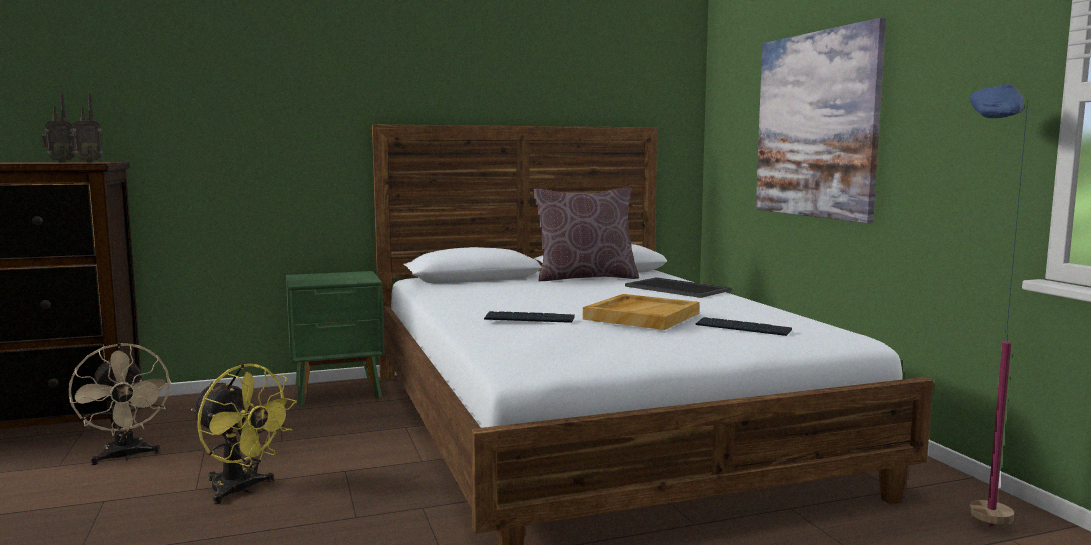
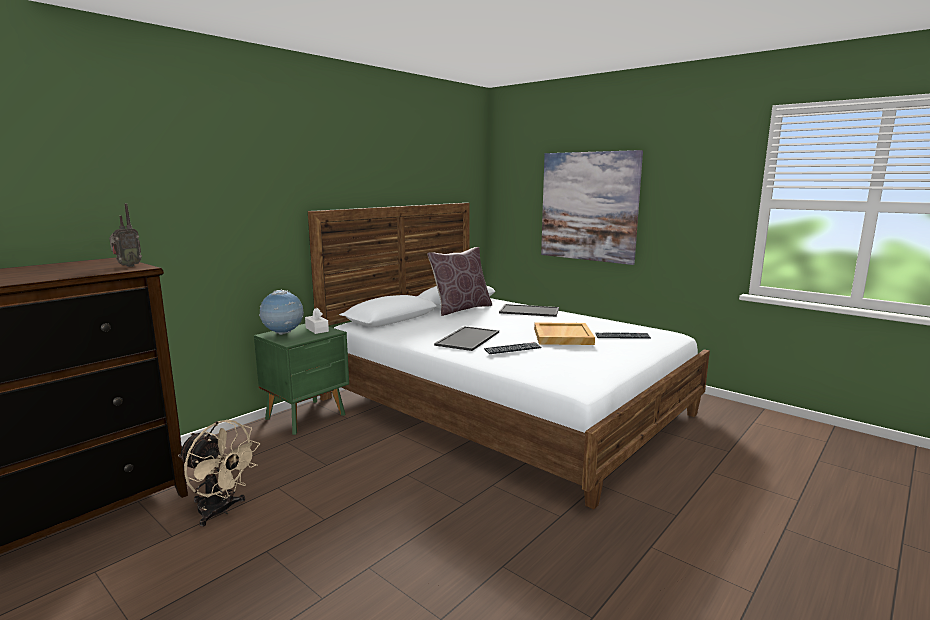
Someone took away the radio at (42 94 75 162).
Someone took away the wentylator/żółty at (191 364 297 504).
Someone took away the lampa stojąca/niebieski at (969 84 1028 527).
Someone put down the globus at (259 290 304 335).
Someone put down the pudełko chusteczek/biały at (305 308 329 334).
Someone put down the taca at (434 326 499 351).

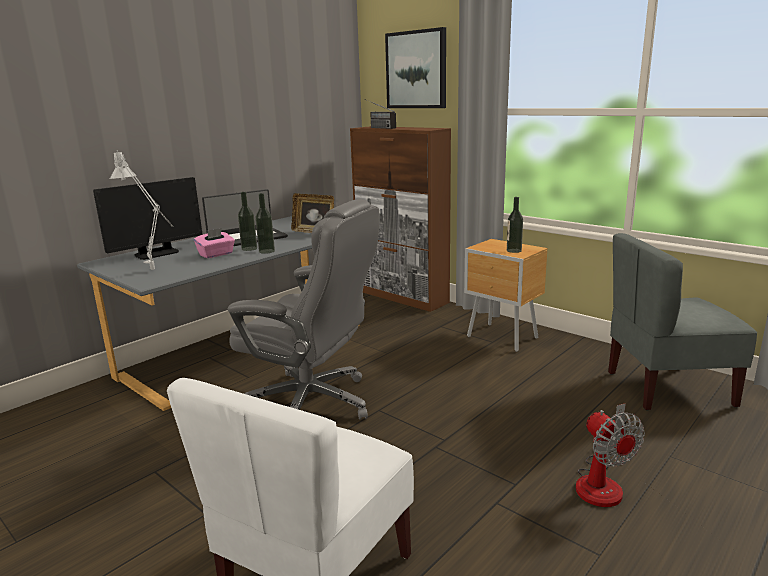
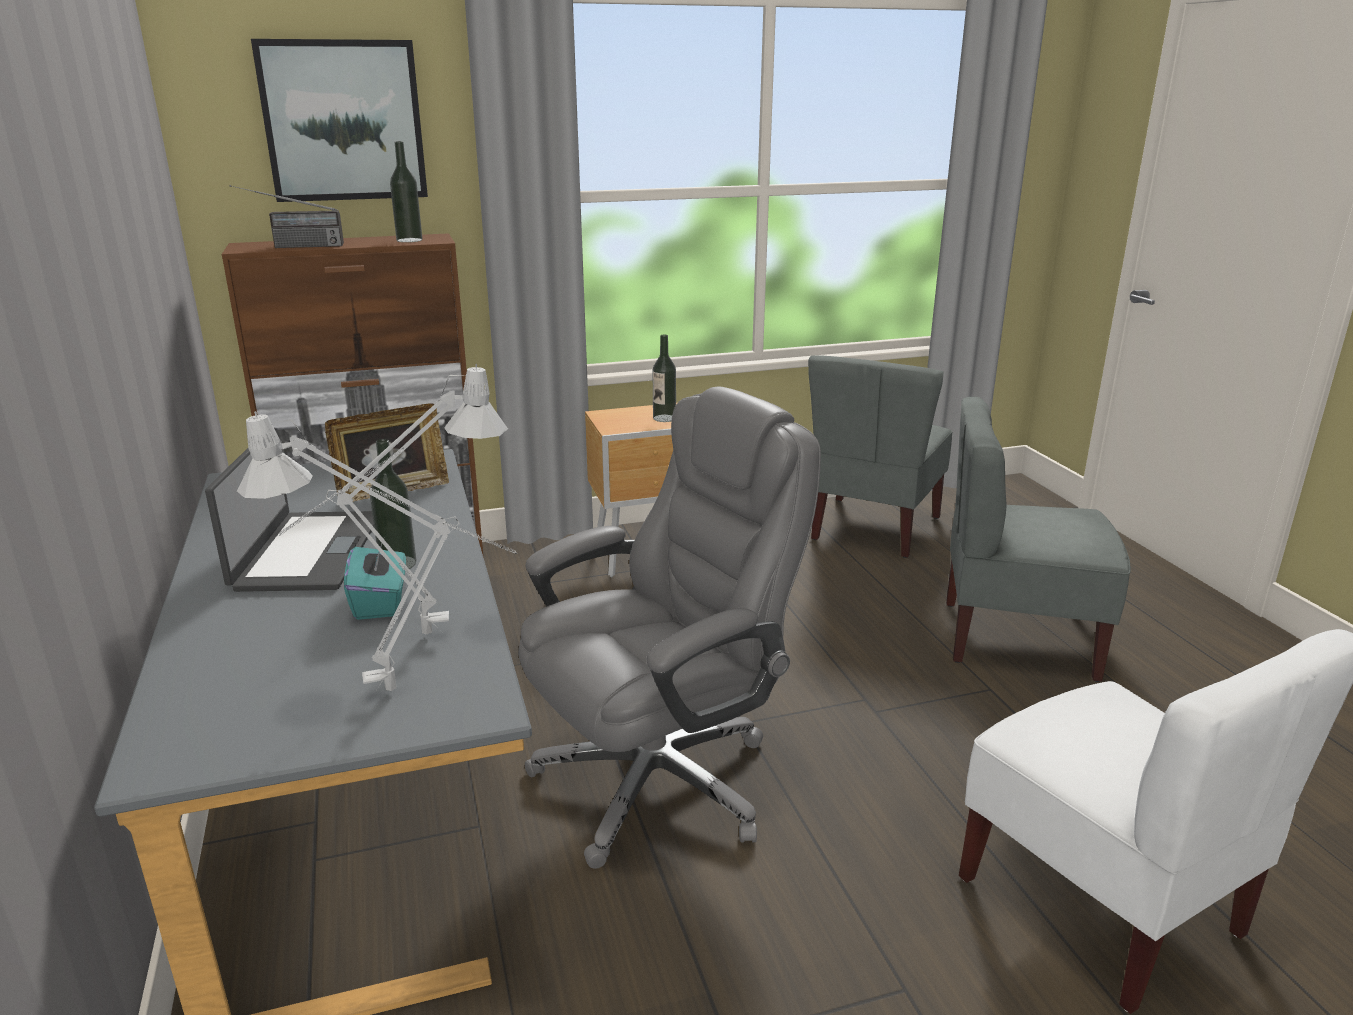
Someone took away the monitor at (93 177 202 260).
Someone repainted the pudełko chusteczek/różowy at (194 228 235 258), which became the pudełko chusteczek/turkusowy at (344 536 406 620).
Someone carried the butelka from (255 193 275 254) to (390 141 422 242).
Someone swapped the wentylator at (576 404 645 507) for the krzesło/szary at (946 397 1131 682).
Someone put down the lampa stołowa/szary at (279 364 508 634).

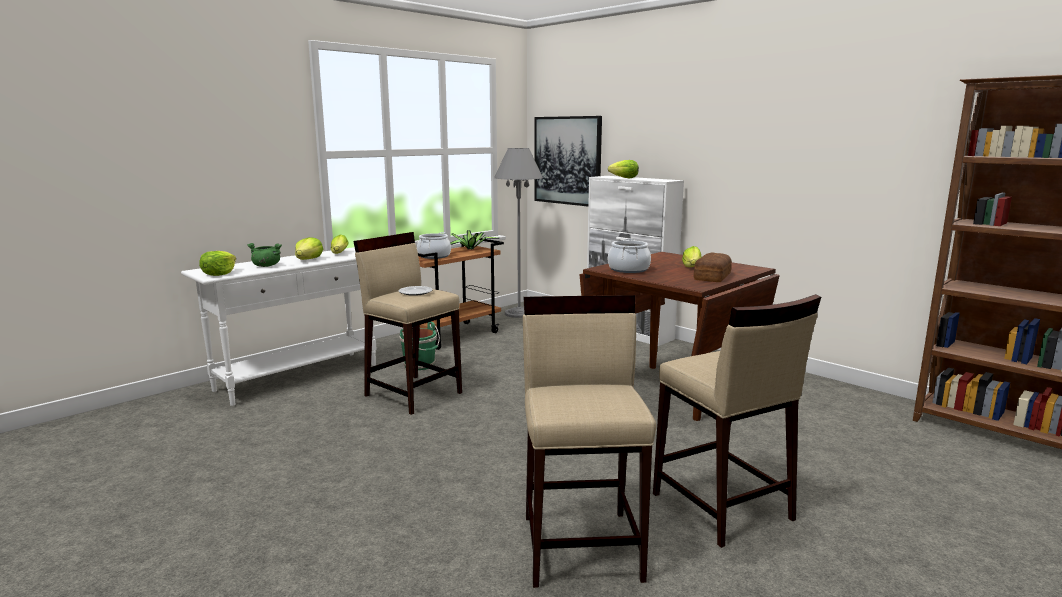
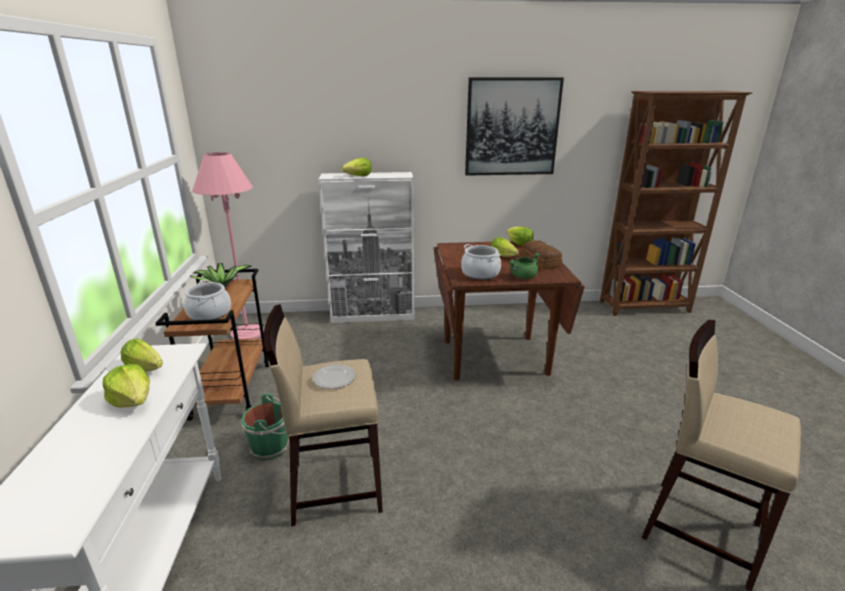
Someone carried the sałata from (199 251 236 276) to (506 227 534 246).
Someone carried the garnek/zielony from (247 243 282 267) to (508 253 540 279).
Someone repainted the lampa stojąca/szary at (494 148 543 318), which became the lampa stojąca/różowy at (192 152 264 340).
Someone carried the obraz from (534 116 602 206) to (465 77 564 176).
Someone took away the stołek/beżowy at (653 294 821 548).

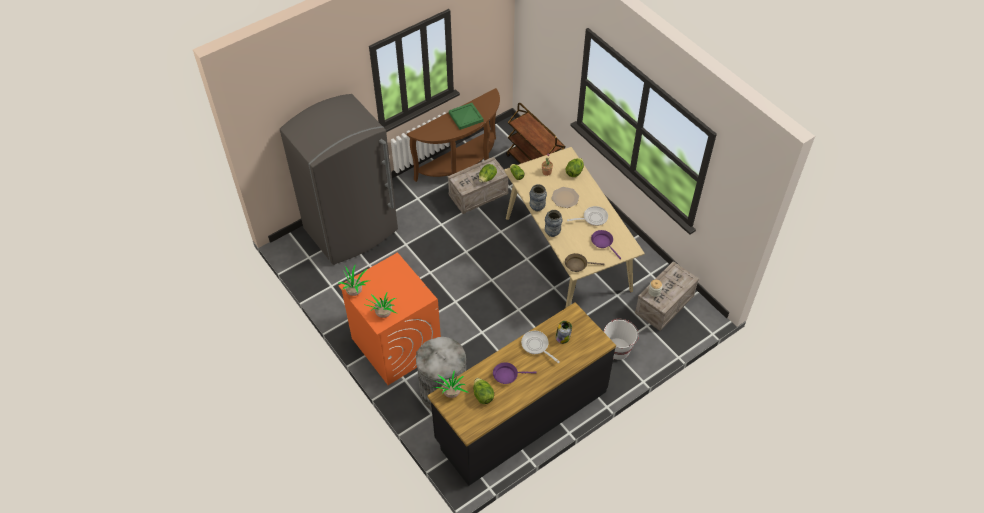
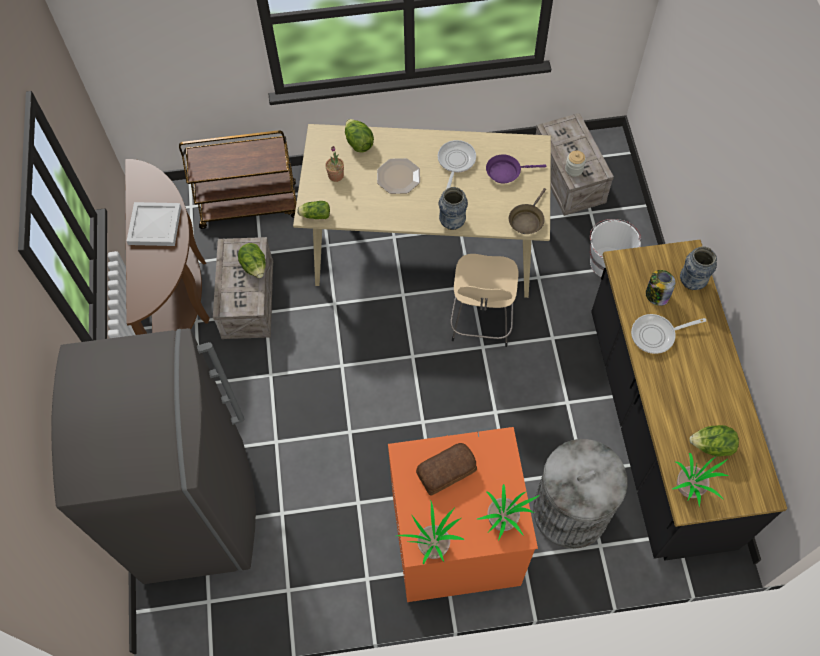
Someone repainted the taca/zielony at (449 103 484 130), which became the taca/biały at (127 202 181 246).
Someone took away the patelnia/fioletowy at (493 362 537 384).
Someone carried the wazon from (529 184 547 211) to (680 246 717 290).
Someone put down the chleb at (416 443 477 496).
Someone put down the stołek/beżowy at (450 254 518 347).

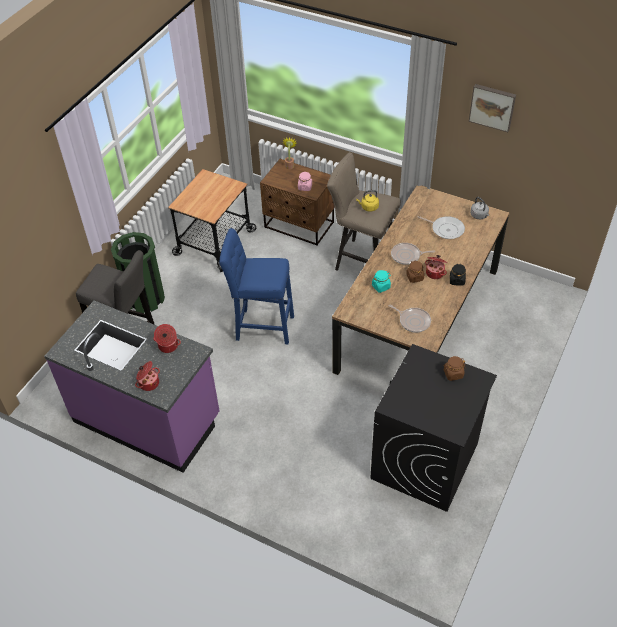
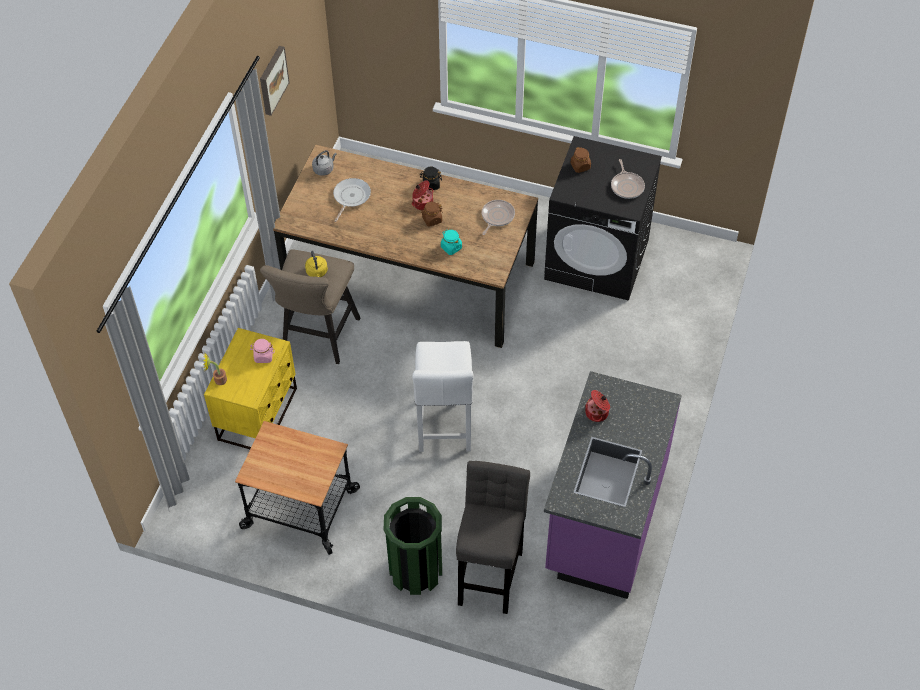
Someone took away the garnek at (135 361 160 391).
Someone repainted the stołek/niebieski at (219 228 294 344), which became the stołek/biały at (412 341 474 452).
Someone repainted the szafka nocna/brązowy at (260 159 335 246), which became the szafka nocna/żółty at (204 328 297 449).
Someone carried the patelnia from (391 243 435 265) to (611 159 645 199).

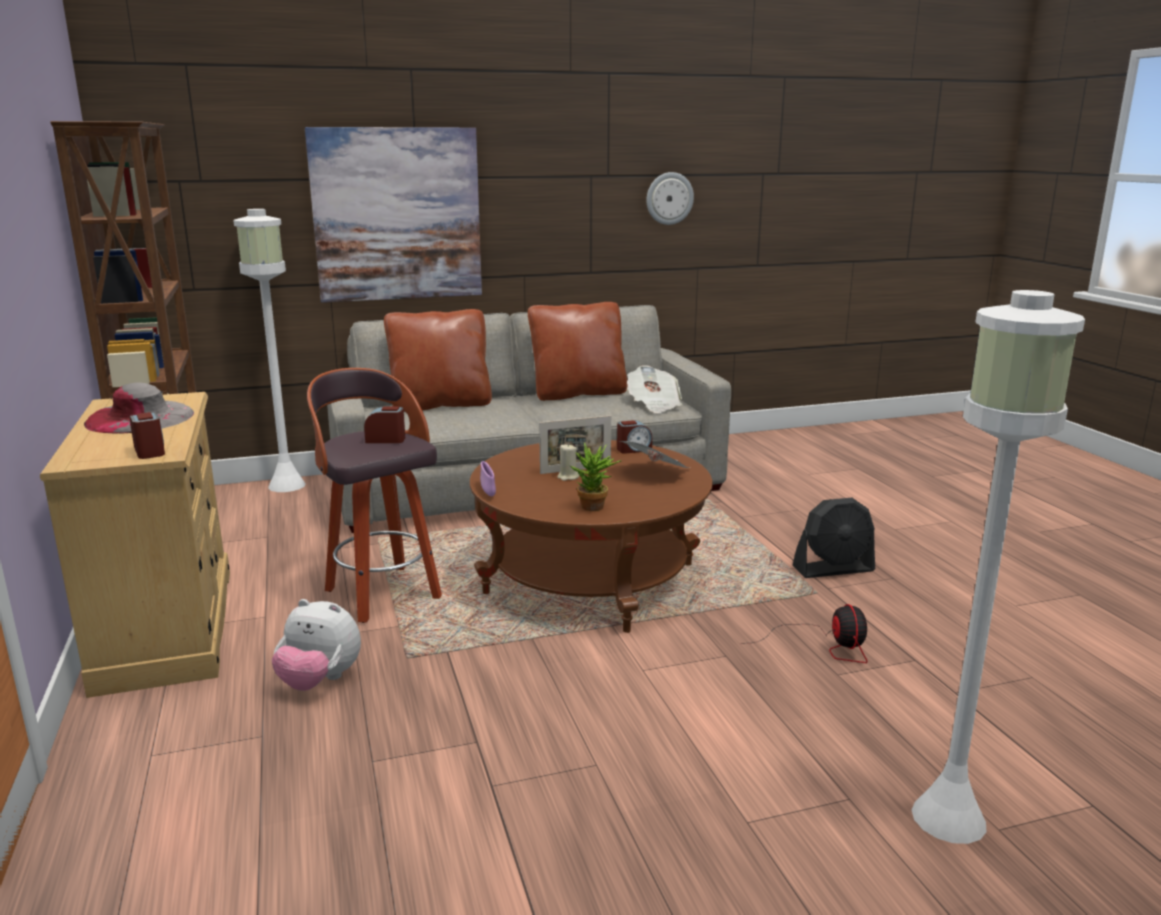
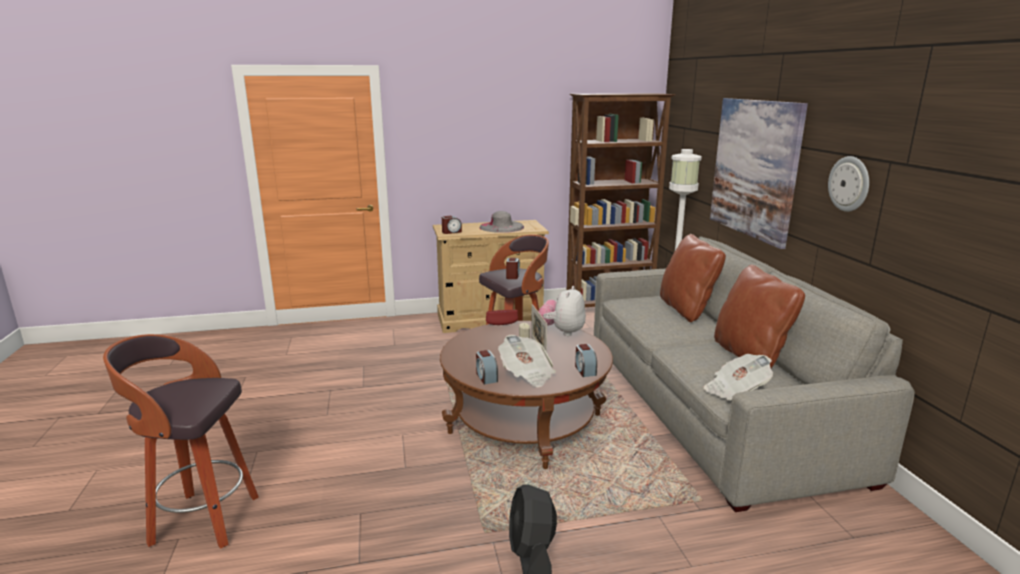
Someone carried the pluszak from (272 599 361 691) to (538 286 586 336).
Someone repainted the miska/fioletowy at (480 461 496 496), which became the miska/czerwony at (486 310 518 325).
Someone took away the roślina doniczkowa at (570 443 621 511).
Someone carried the zegar ścienny from (646 172 694 225) to (828 156 869 212).
Someone took away the wentylator at (741 604 868 663).
Someone swapped the lampa stojąca/biały at (912 290 1085 844) for the stołek at (103 334 259 549).
Someone put down the budzik at (476 350 498 384).

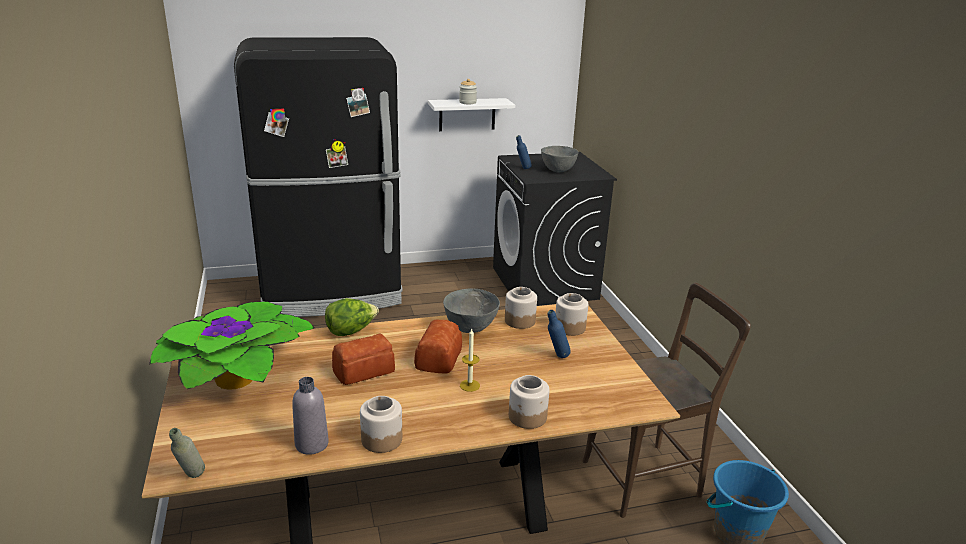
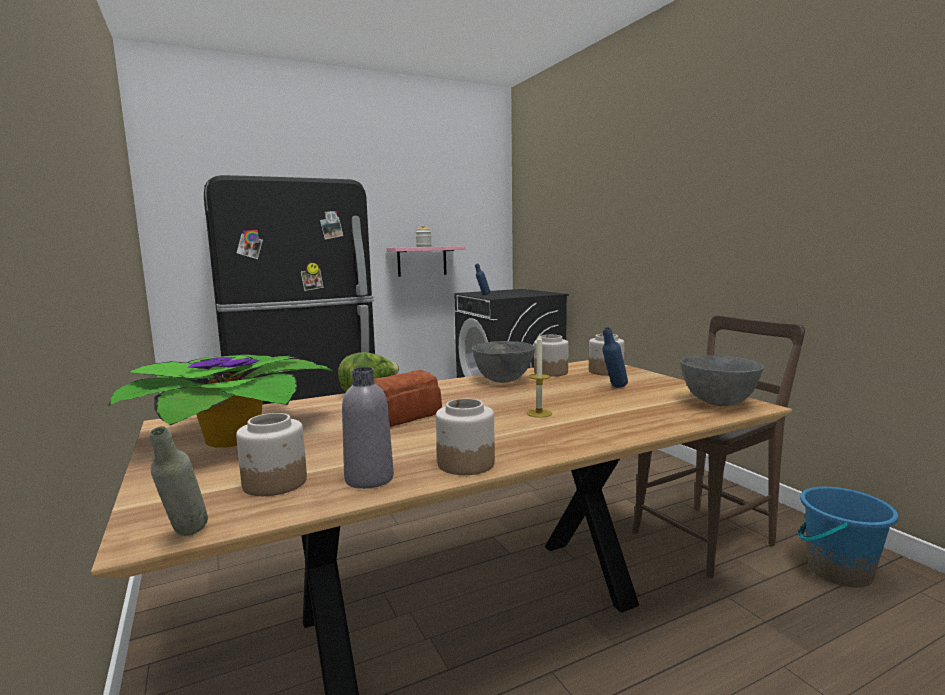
Someone took away the chleb at (414 319 462 374).
Someone repainted the półka/biały at (428 98 515 131), which became the półka/różowy at (387 246 466 277).
Someone carried the słoik from (509 375 549 429) to (236 413 307 496).
Someone carried the miska/szary from (541 146 579 172) to (680 355 764 406).

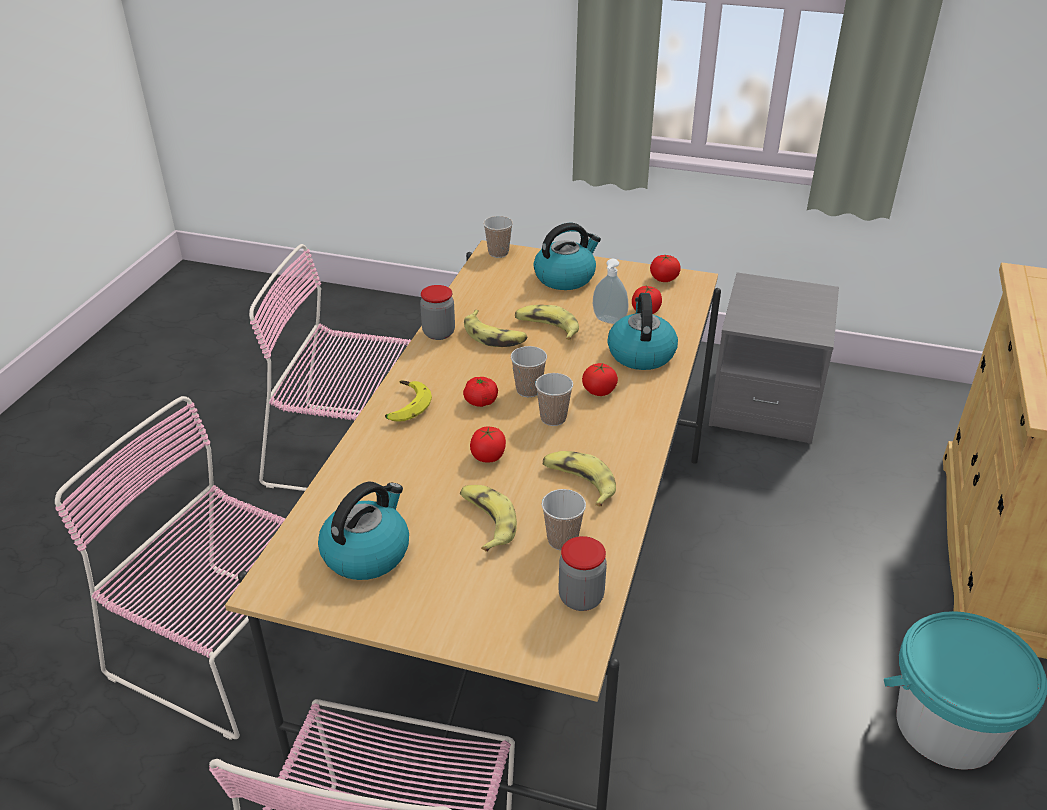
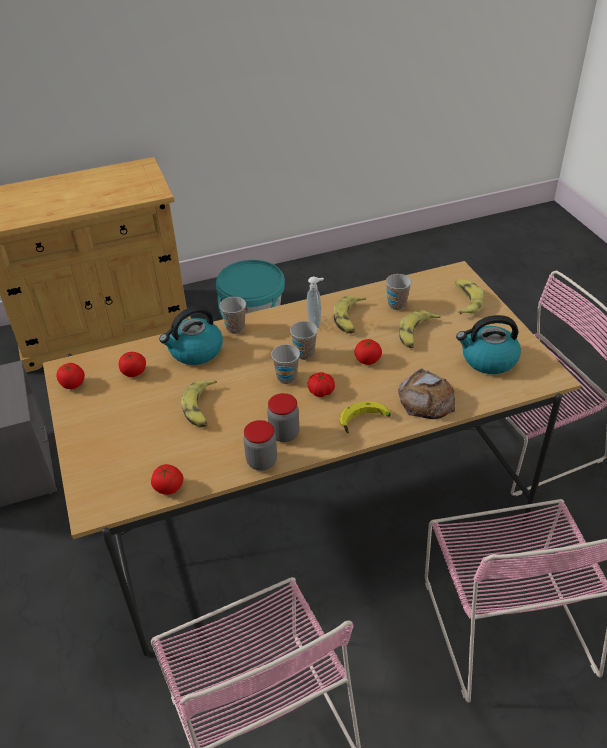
Someone carried the banan from (464 310 527 347) to (455 279 484 314).
Someone carried the filiżanka from (483 216 513 258) to (220 297 246 334).
Someone took away the czajnik at (534 223 601 290).
Someone carried the słoik from (559 536 607 611) to (267 393 299 442).
Someone carried the pomidor from (582 363 618 396) to (151 464 184 495).
Someone carried the dozownik mydła from (593 259 629 324) to (307 277 324 328).
Someone put down the chleb at (398 369 455 419).

